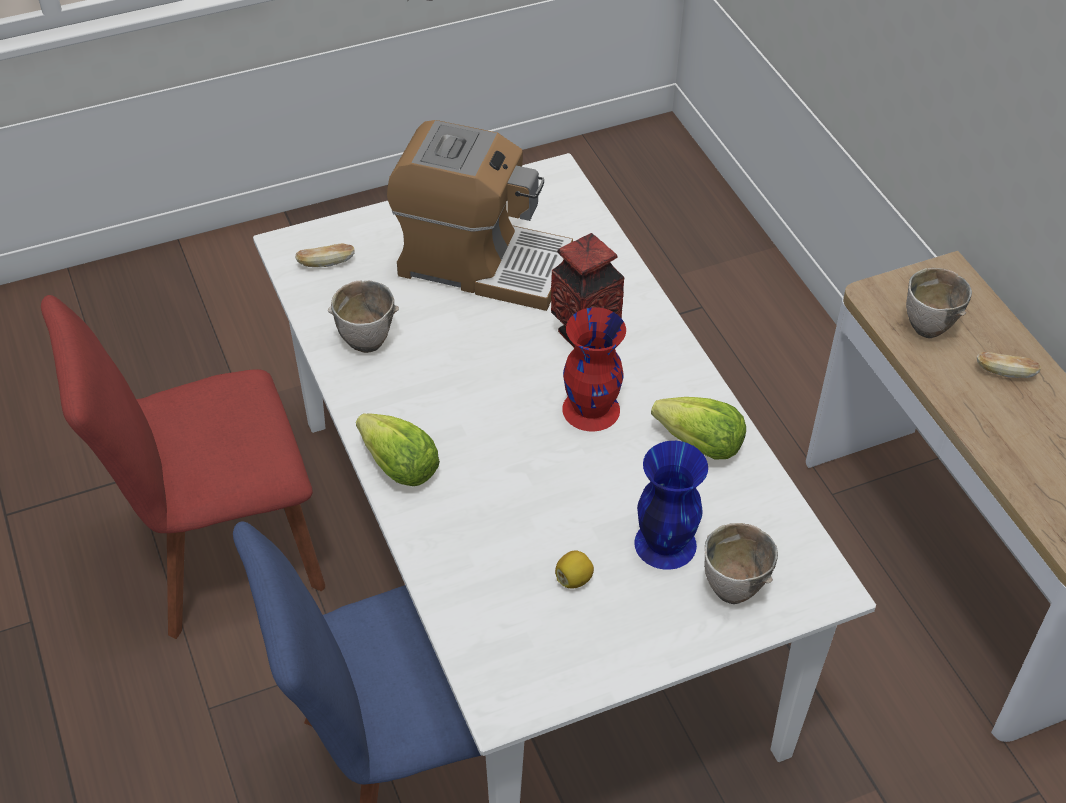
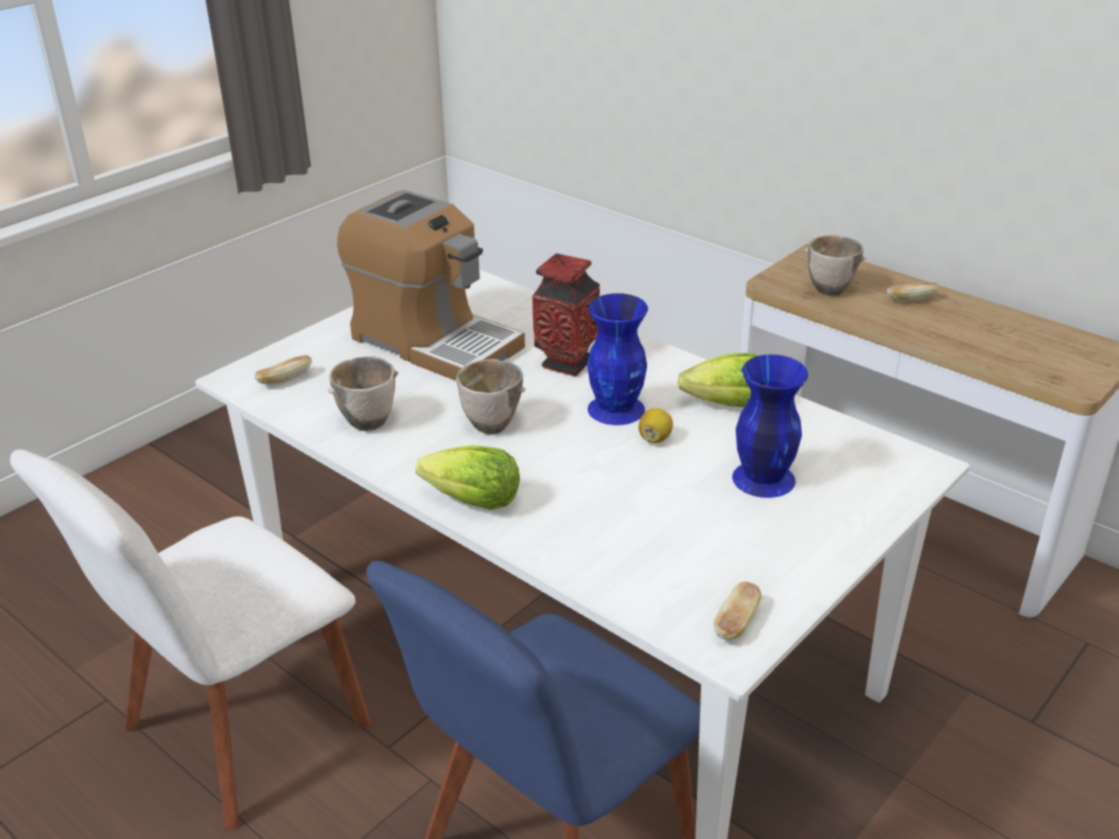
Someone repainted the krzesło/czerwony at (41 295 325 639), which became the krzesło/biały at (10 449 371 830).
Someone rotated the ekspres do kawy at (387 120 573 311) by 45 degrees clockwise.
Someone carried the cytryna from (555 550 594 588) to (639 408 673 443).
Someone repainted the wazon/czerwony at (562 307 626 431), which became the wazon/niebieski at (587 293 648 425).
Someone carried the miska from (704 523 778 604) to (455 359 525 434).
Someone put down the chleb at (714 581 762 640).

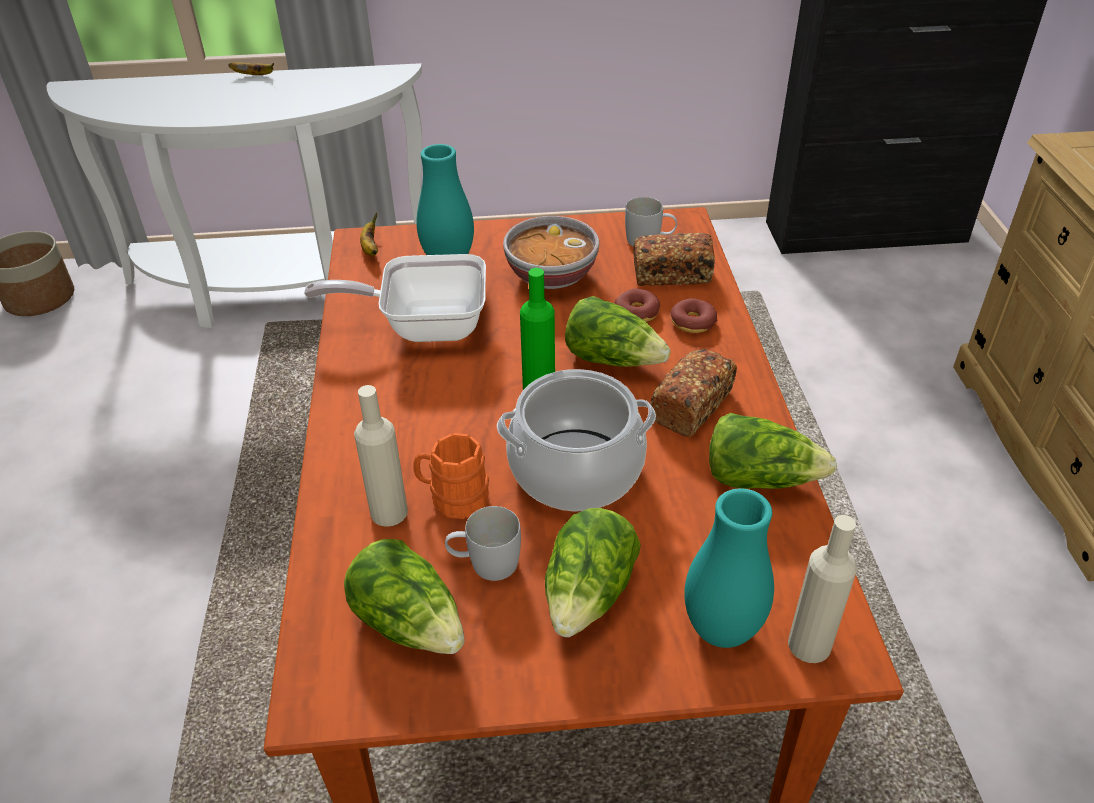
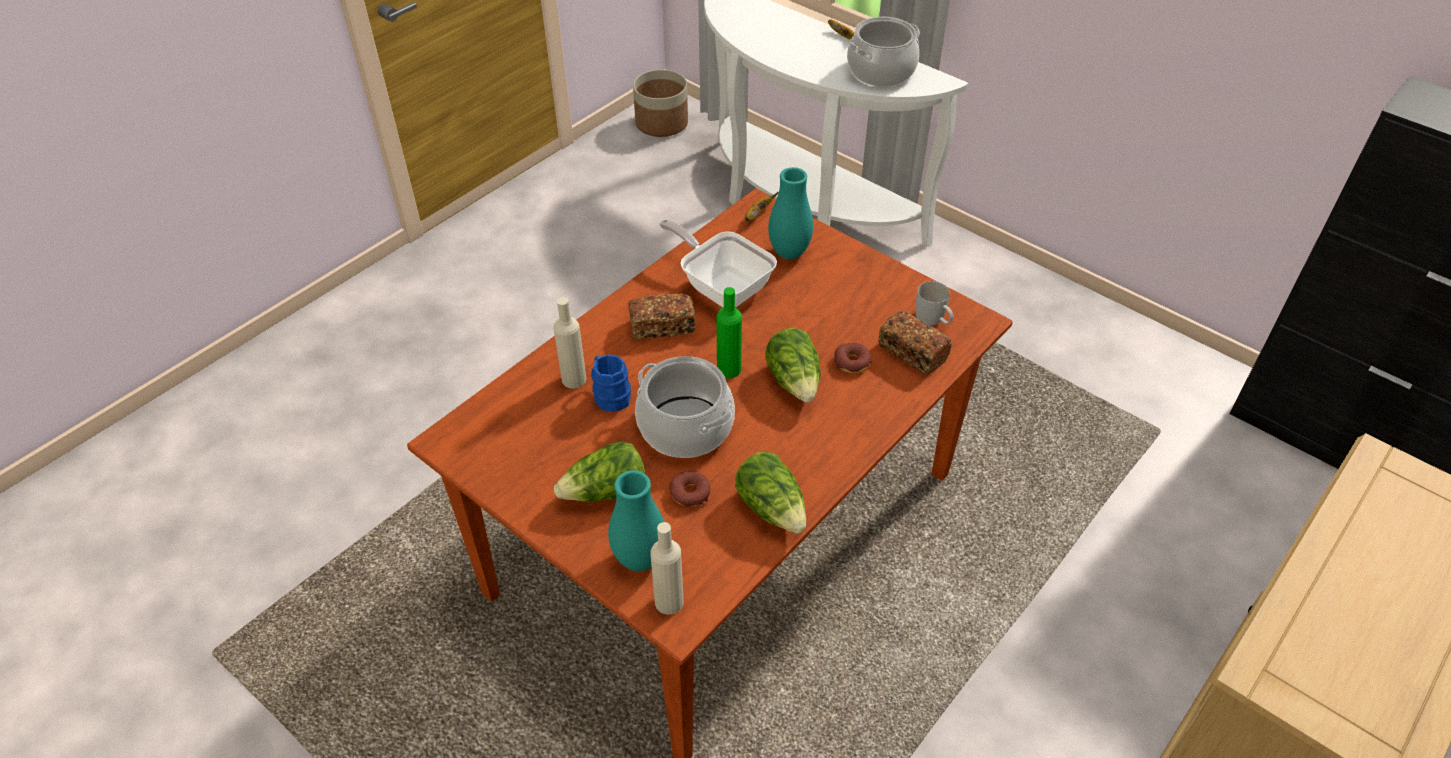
Someone took away the sałata at (344 539 464 654).
Someone repainted the kubek/pomarańczowy at (413 433 489 519), which became the kubek/niebieski at (591 355 631 412).
Someone took away the kubek/biały at (445 506 521 581).
Someone took away the miska at (503 216 599 289).
Someone carried the chleb from (650 349 737 437) to (628 293 695 339).
Someone carried the donut from (671 298 717 333) to (669 471 711 507).
Someone put down the garnek at (847 17 919 87).

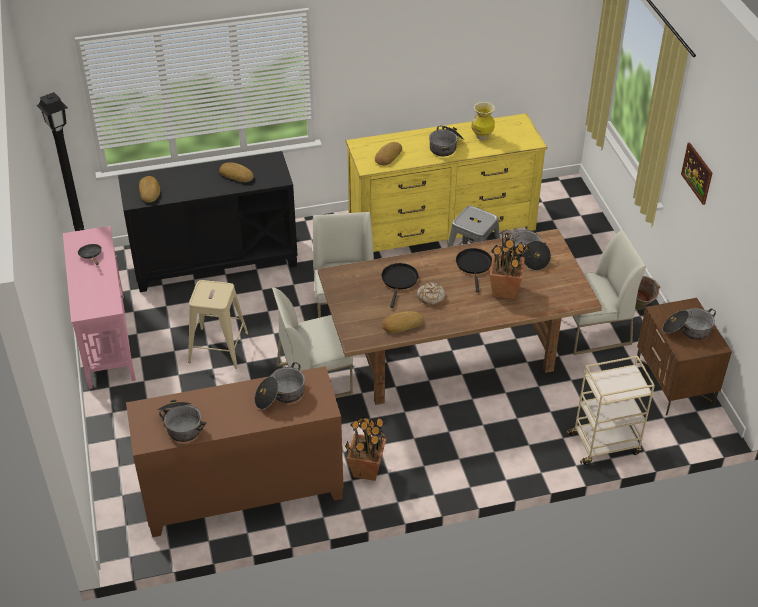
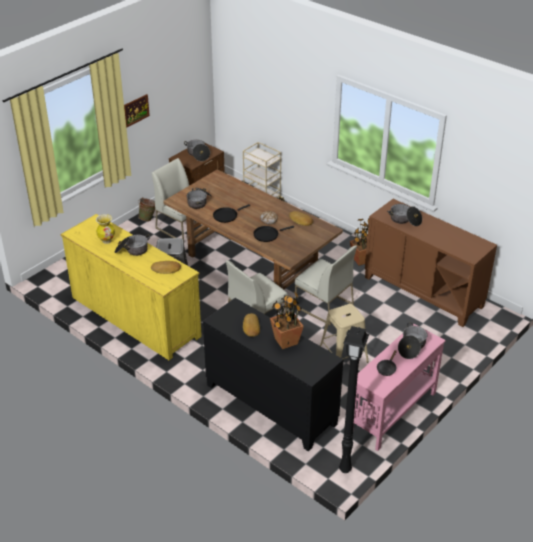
Someone took away the chleb at (139 176 160 203).
Someone carried the garnek from (157 400 206 442) to (398 322 428 359).
Someone carried the roślina doniczkowa from (490 229 530 299) to (270 291 304 349).

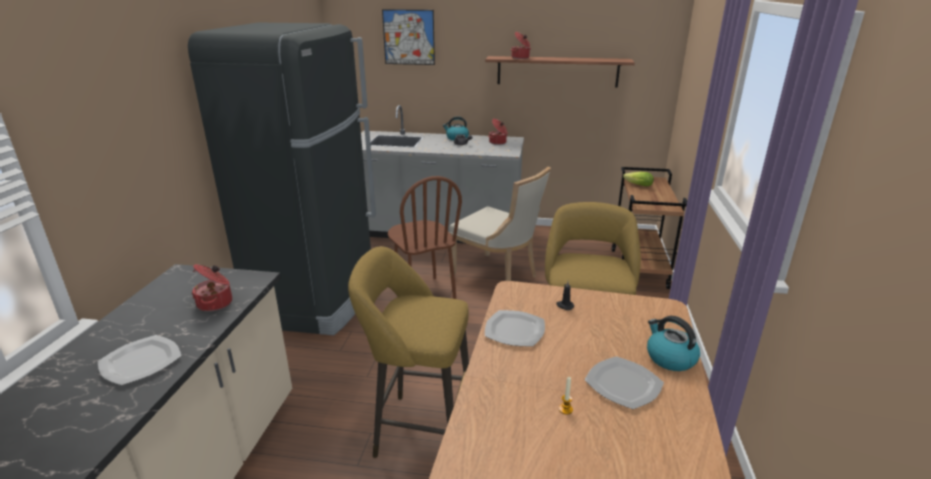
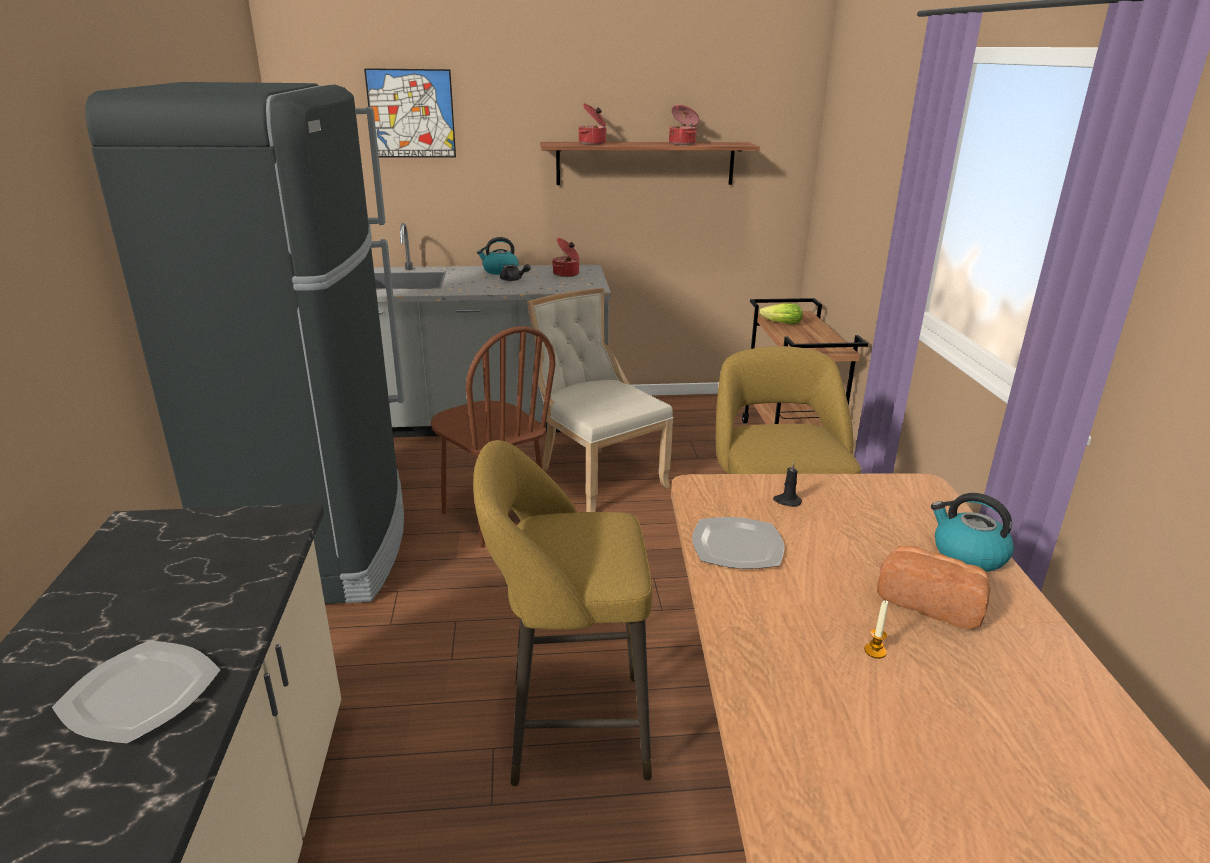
Someone carried the garnek from (191 264 232 312) to (669 105 699 145).
Someone rotated the krzesło/beżowy at (449 167 551 281) by 150 degrees counterclockwise.
Someone swapped the talerz at (585 356 664 409) for the chleb at (877 546 990 630).

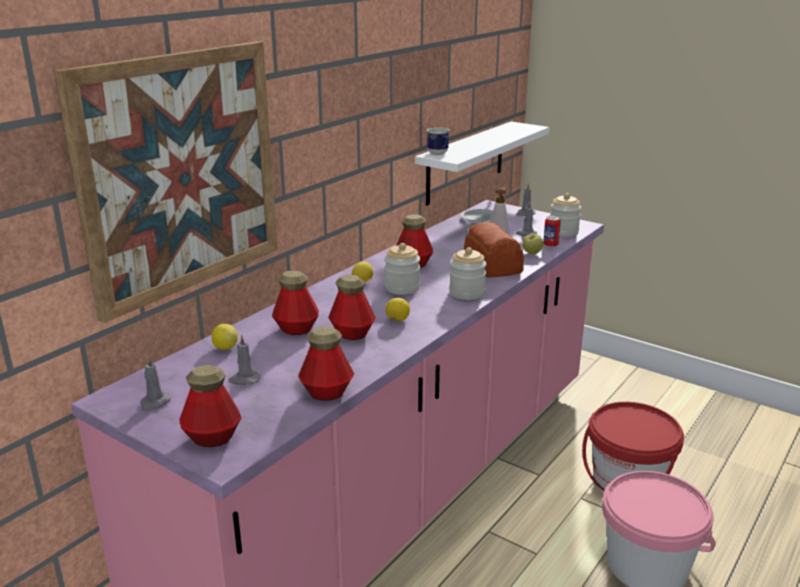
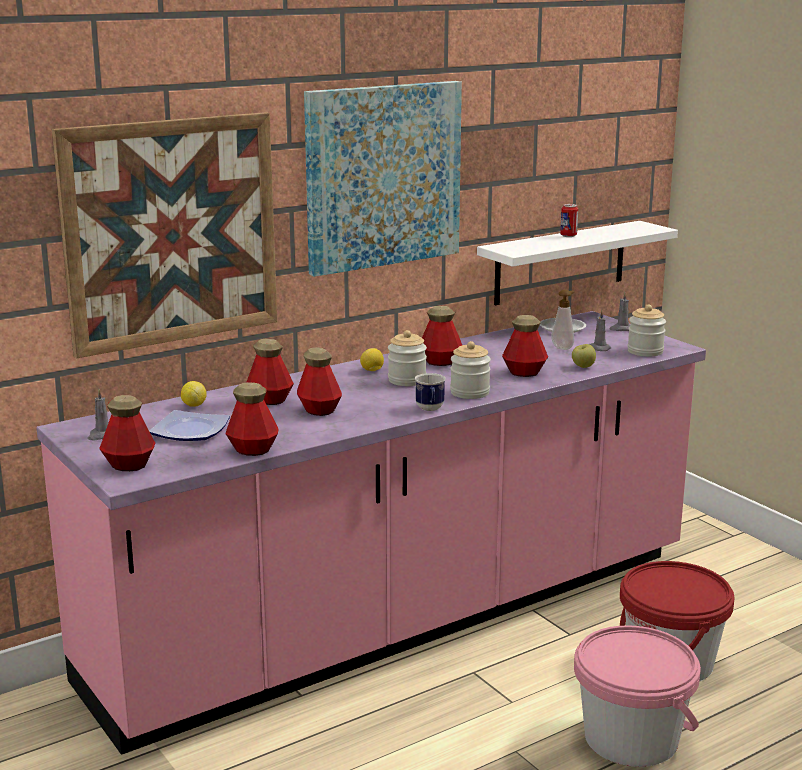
Someone swapped the świeca/szary at (228 334 260 385) for the talerz at (149 410 230 441).
Someone took away the cytryna at (386 298 410 321).
Someone carried the kubek from (427 127 450 155) to (415 373 445 411).
Someone swapped the chleb at (464 222 524 278) for the butelka at (502 315 548 377).
Someone carried the puszka from (543 216 561 247) to (560 204 578 237).
Someone put up the obraz at (304 81 462 277).

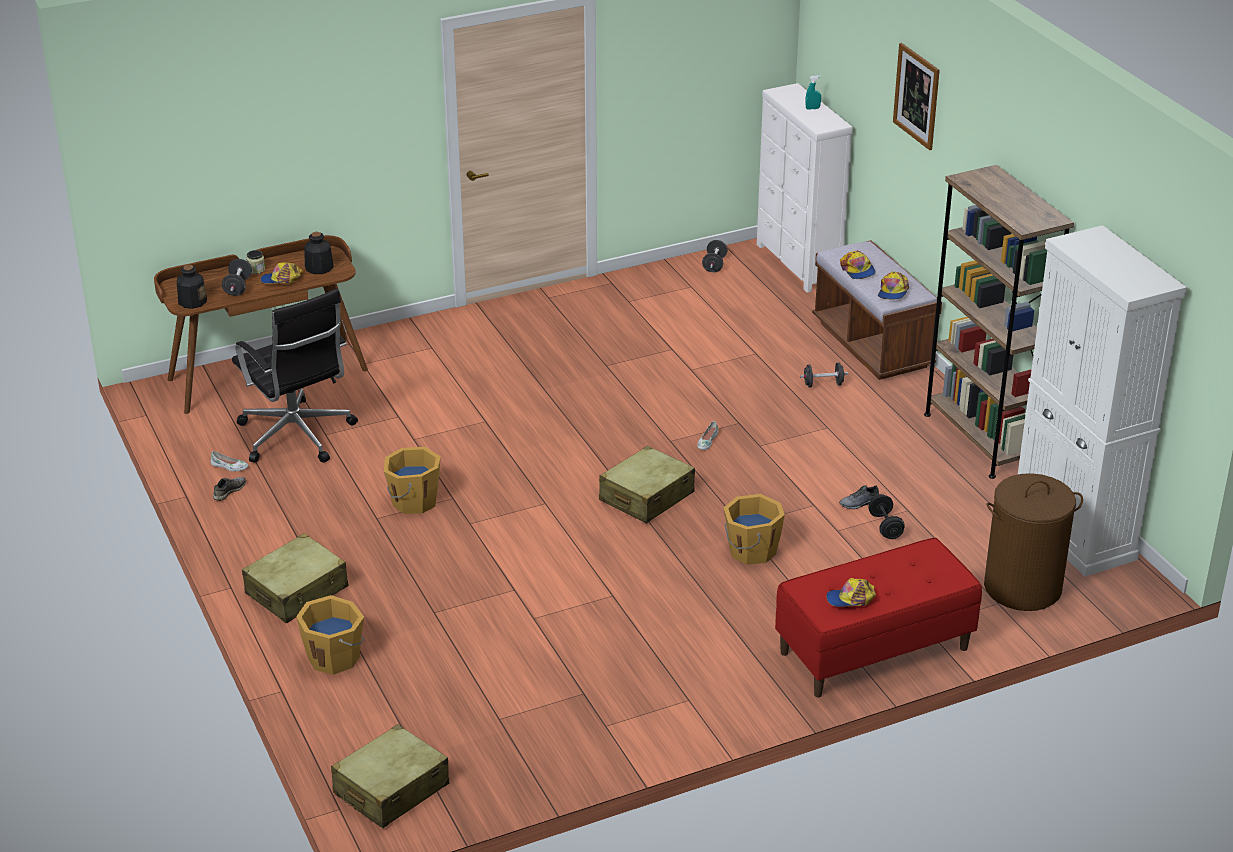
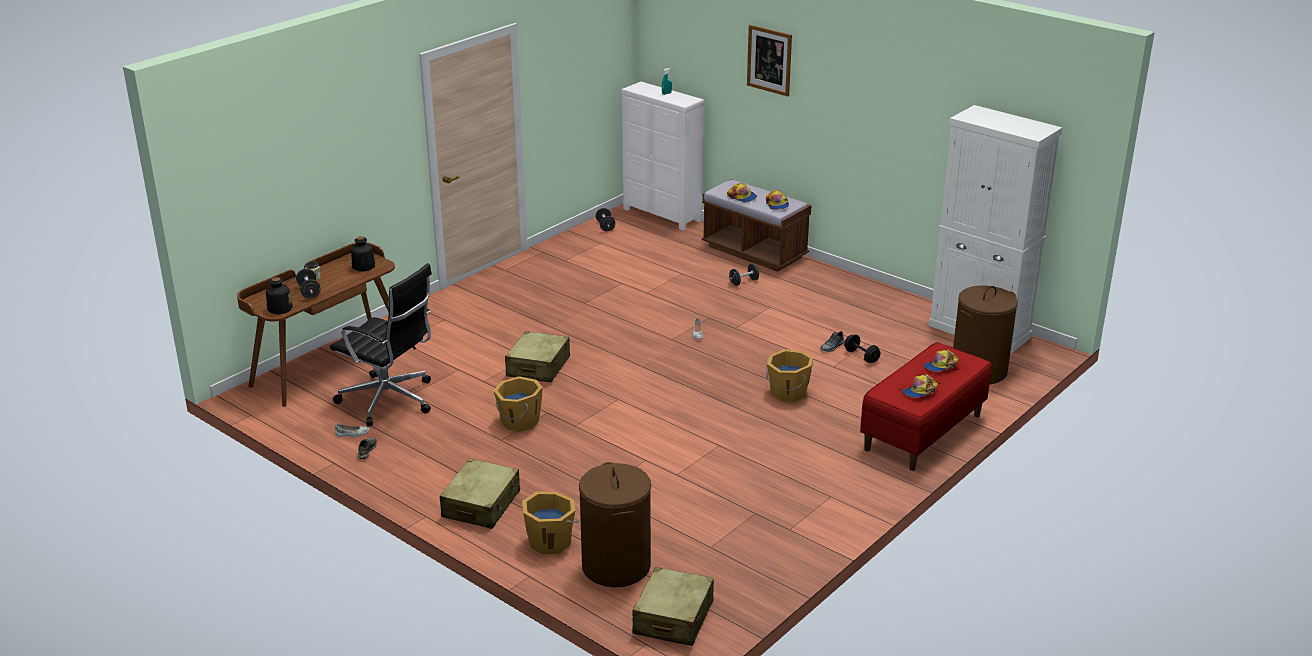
Someone carried the czapka z daszkiem from (261 262 304 284) to (923 350 959 372).
Someone carried the walizka/beżowy from (599 446 695 523) to (505 331 570 382).
Someone took away the regał/brązowy at (924 165 1074 479).
Someone put down the kosz na pranie/brązowy at (579 462 651 587).

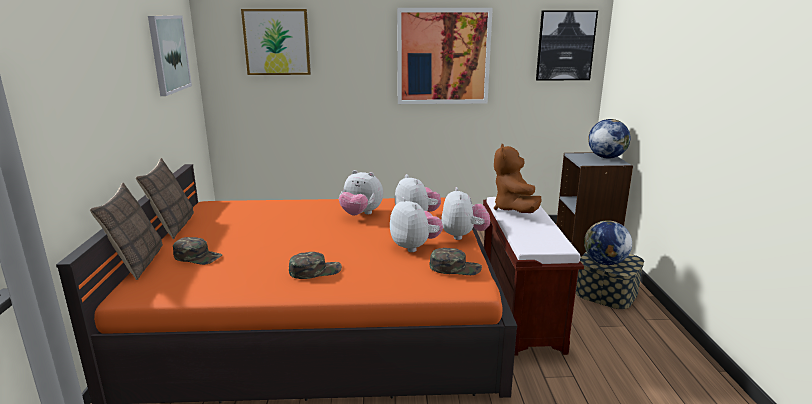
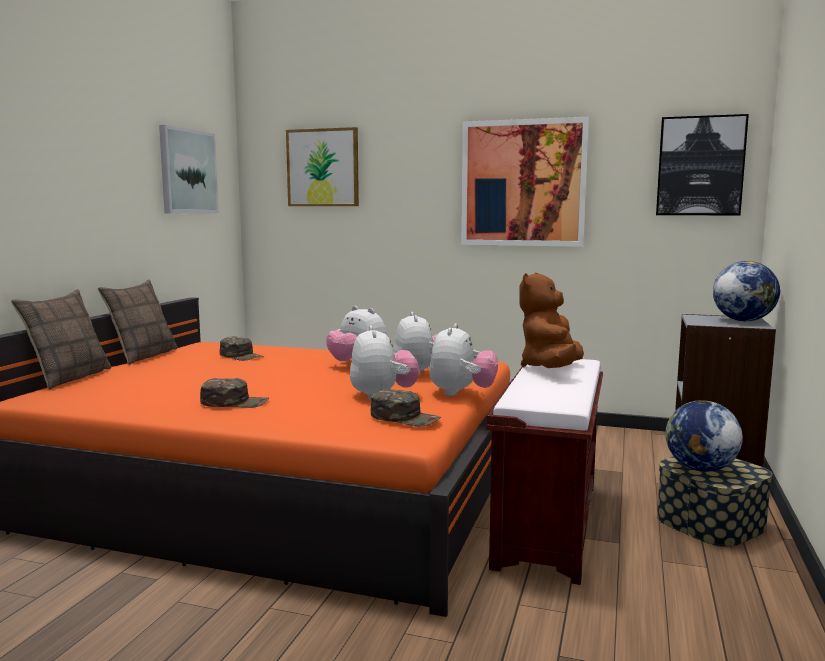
Someone carried the czapka z daszkiem/zielony from (173 237 222 265) to (220 336 262 361).

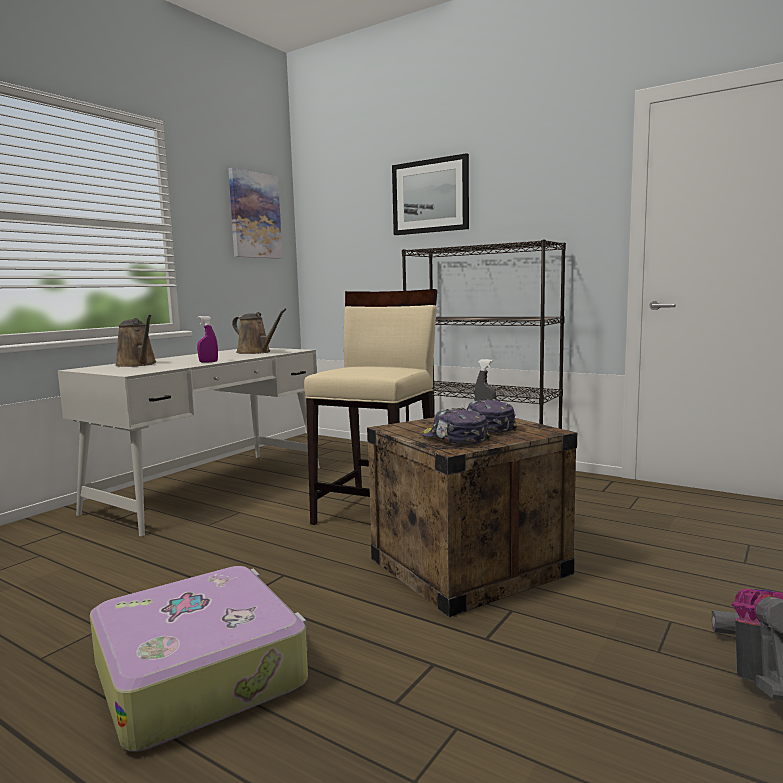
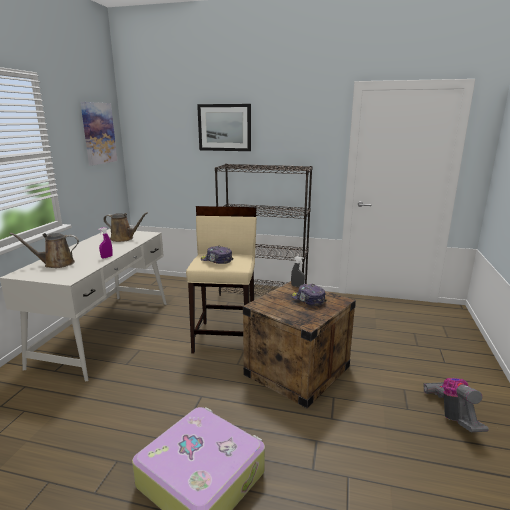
Someone rotated the konewka/brązowy at (115 315 157 367) by 135 degrees clockwise.
Someone carried the czapka z daszkiem from (422 408 490 444) to (201 246 233 264).

